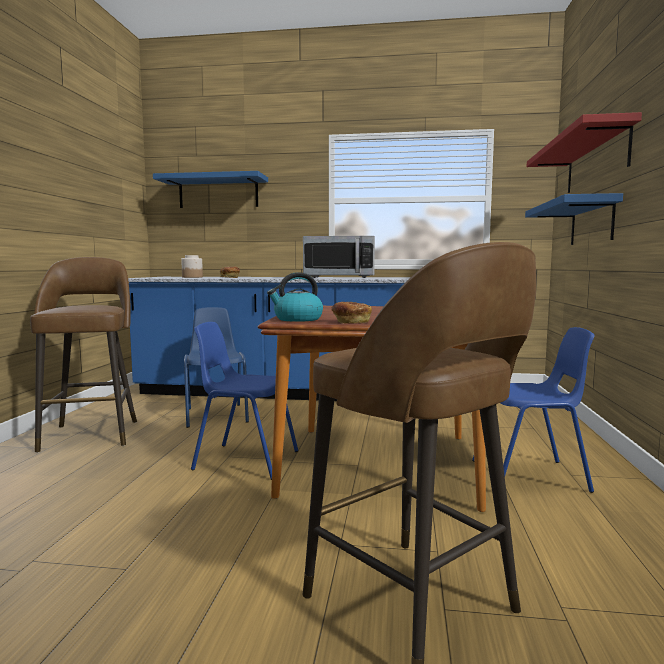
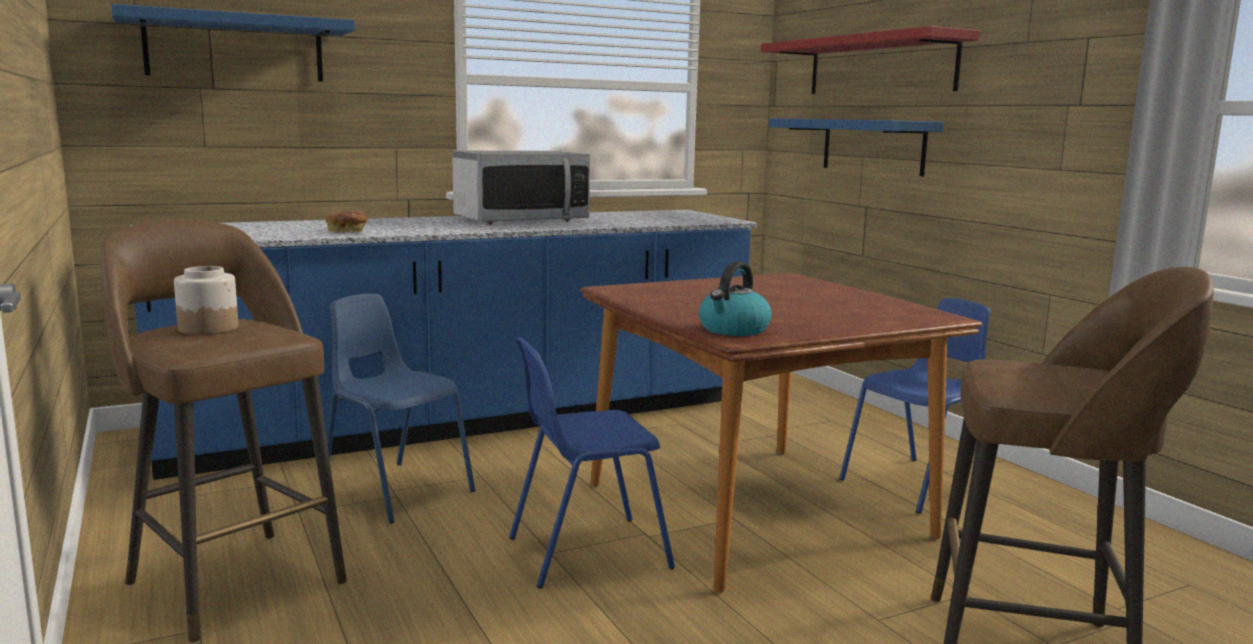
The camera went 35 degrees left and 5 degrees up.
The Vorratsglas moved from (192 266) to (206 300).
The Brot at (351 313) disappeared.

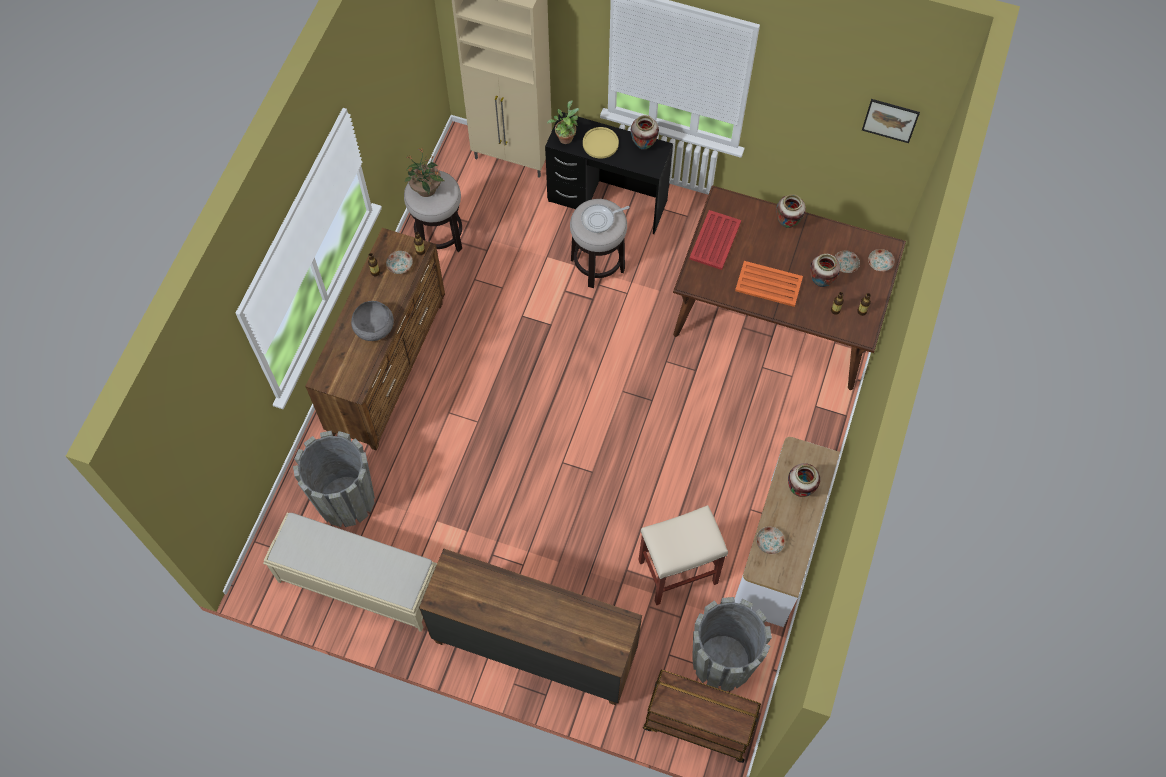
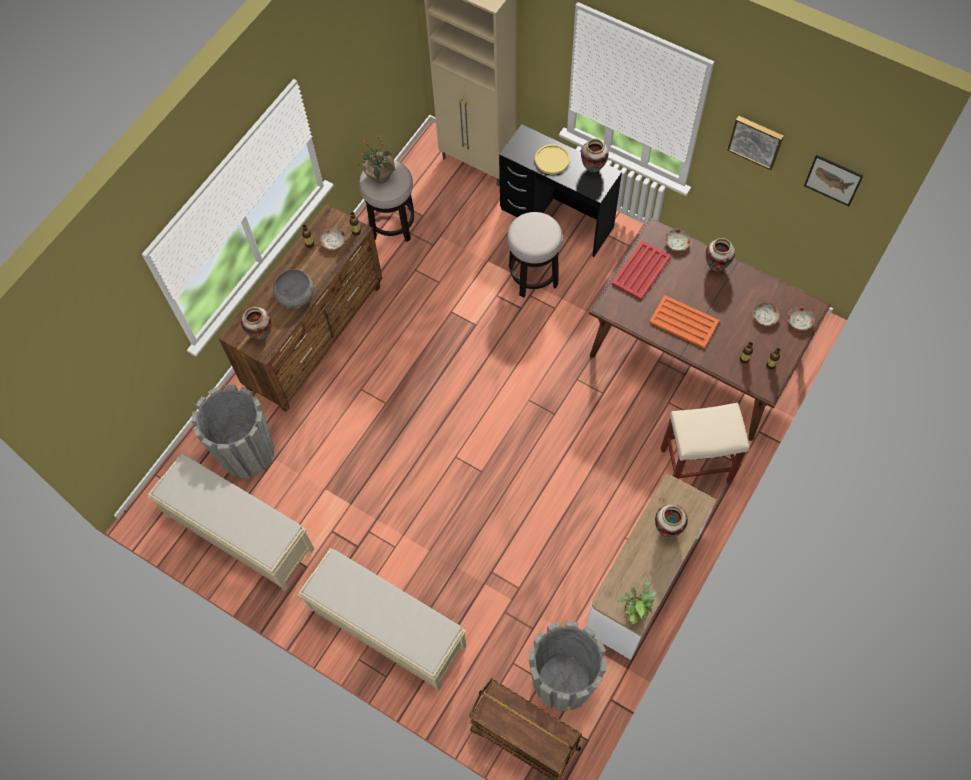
The camera went 15 degrees right and 0 degrees up.
The Topfpflanze moved from (563 122) to (636 603).
The Pfanne at (605 218) disappeared.
The Vase moved from (825 270) to (256 323).
The Hocker (beige) moved from (683 555) to (705 443).
The Teller moved from (770 540) to (678 240).
The Kommode (braun) at (530 627) was replaced by the Bank (beige) at (382 619).
The Bild at (755 143) appeared.

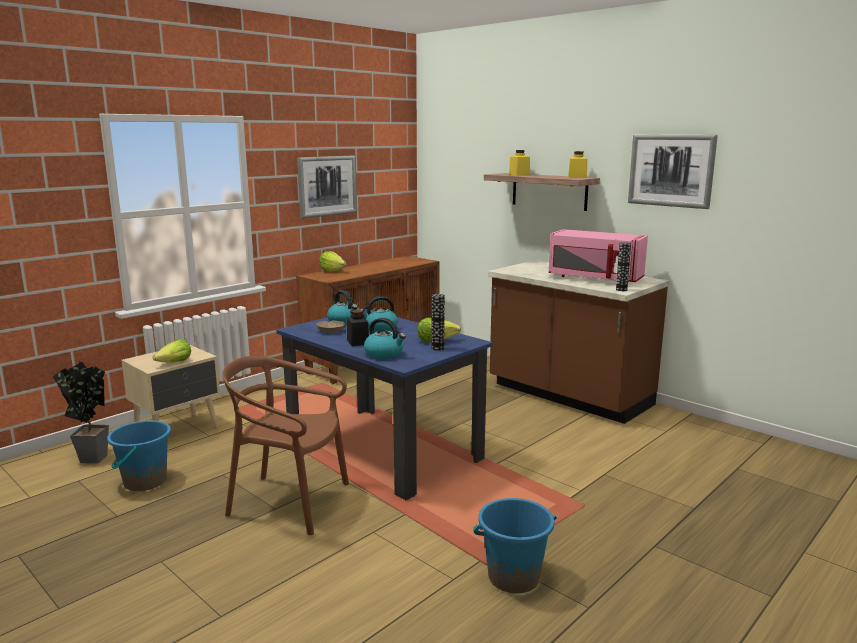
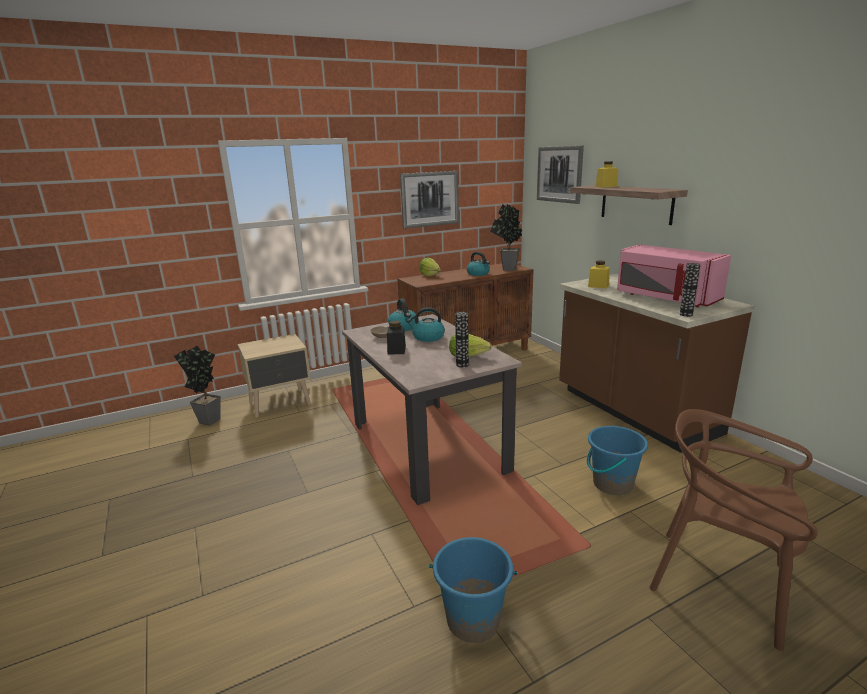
The camera went 20 degrees right and 5 degrees up.
The Bild moved from (673 172) to (560 175).
The Vorratsglas (gelb) moved from (577 164) to (599 275).
The Esstisch (blau) at (384 404) became the Esstisch (beige) at (432 409).
The Wasserkessel moved from (385 338) to (478 264).
The Salatkopf at (172 350) disappeared.
The Stuhl (braun) moved from (285 445) to (733 530).
The Eimer (blau) moved from (139 455) to (617 460).
The Topfpflanze at (506 237) appeared.

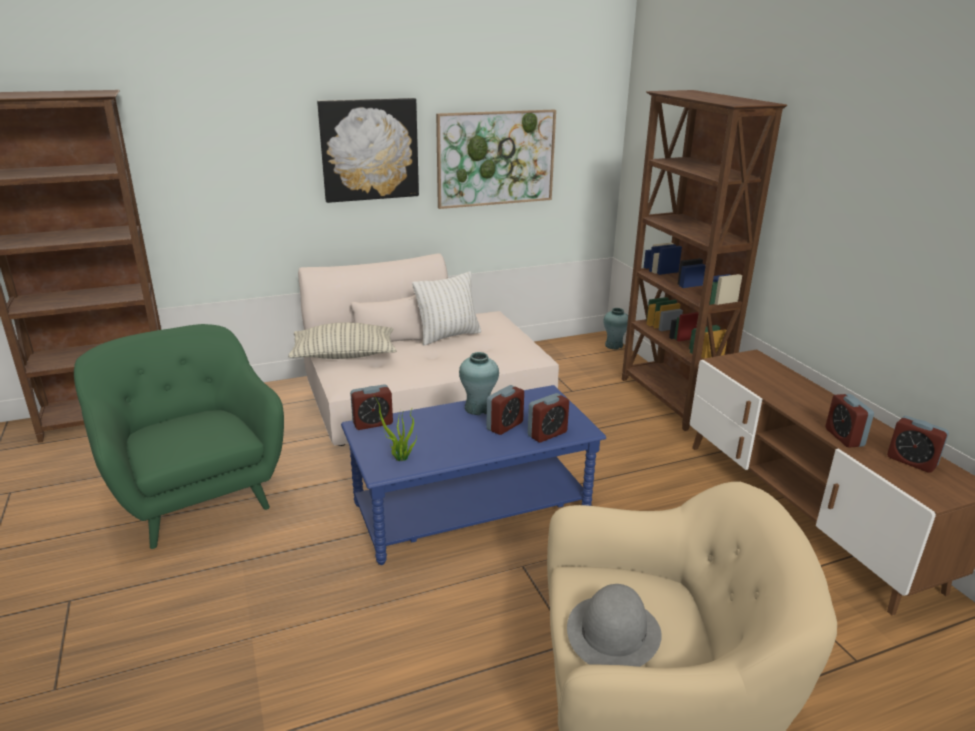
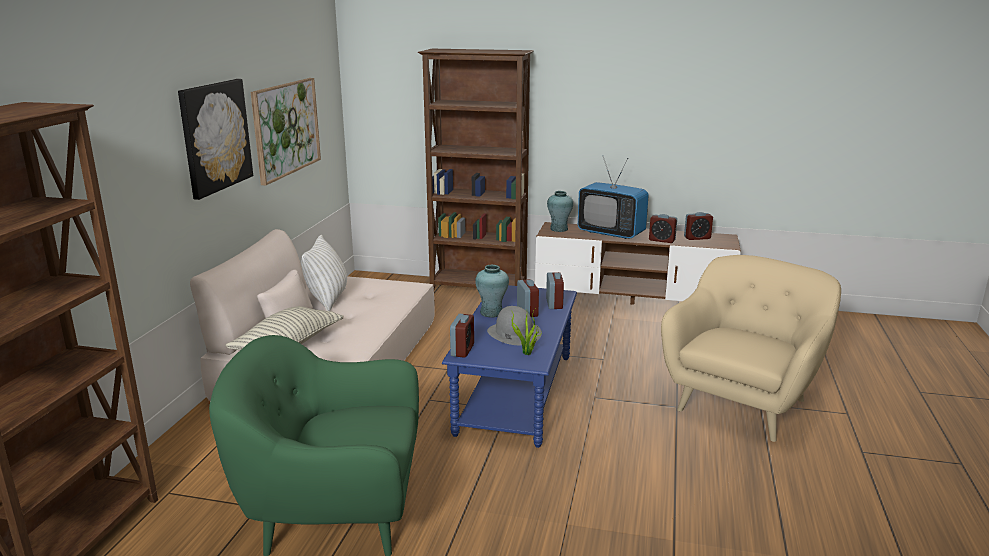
The camera went 55 degrees left and 5 degrees down.
The Vase (türkis) moved from (615 328) to (560 211).
The Hut (grau) moved from (614 625) to (514 325).
The Fernseher at (613 197) appeared.

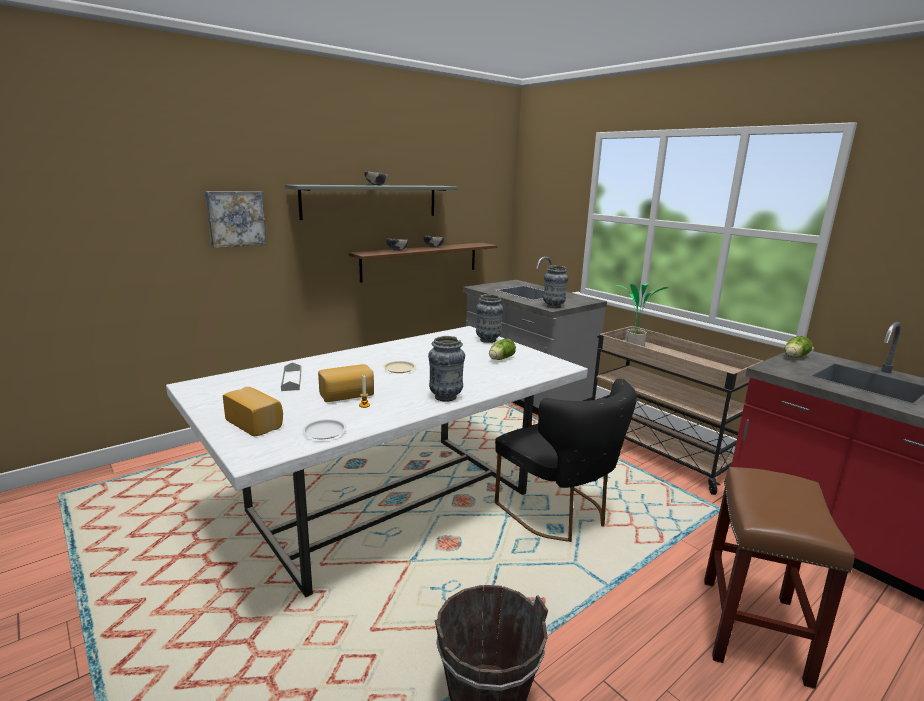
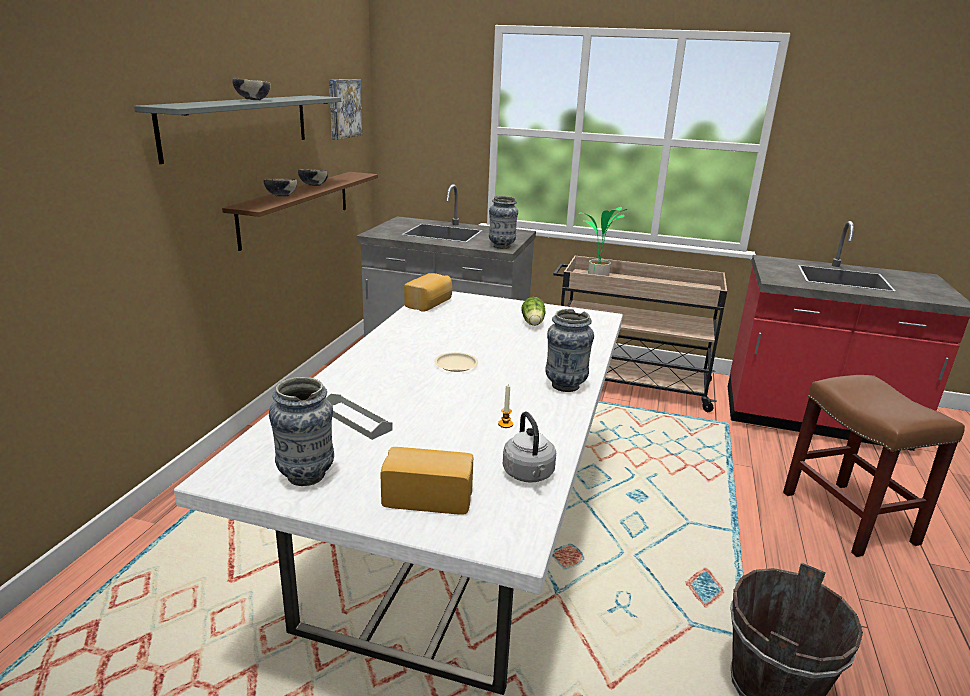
The camera went 35 degrees left and 5 degrees up.
The Bild moved from (236 219) to (346 109).
The Vase moved from (489 318) to (301 431).
The Salatkopf at (799 347) disappeared.
The Brot moved from (346 383) to (428 292).
The Stuhl (schwarz) at (566 460) disappeared.
The Teller (weiß) at (324 429) was replaced by the Wasserkessel (grau) at (529 447).

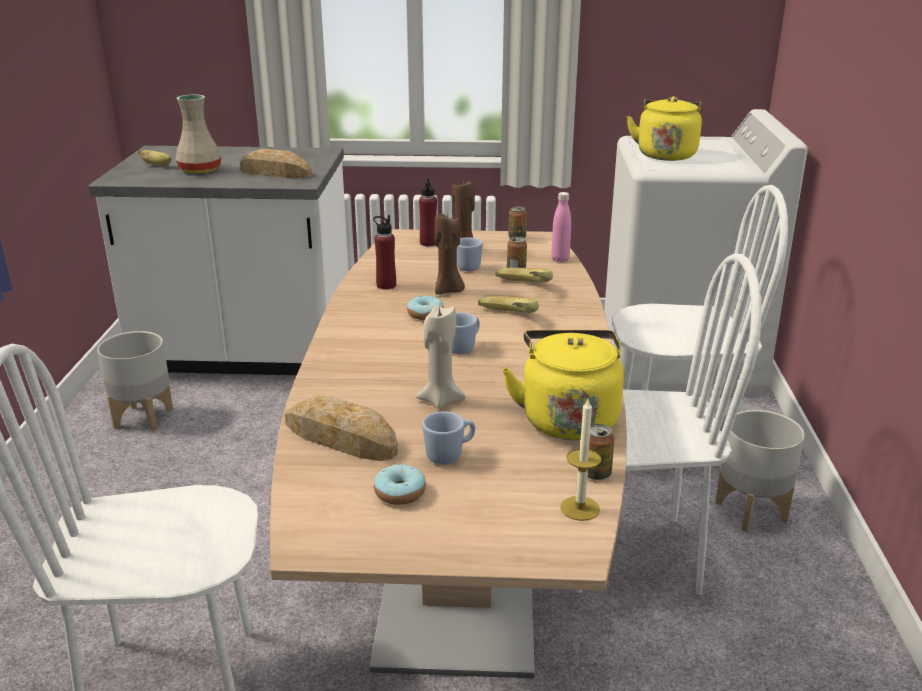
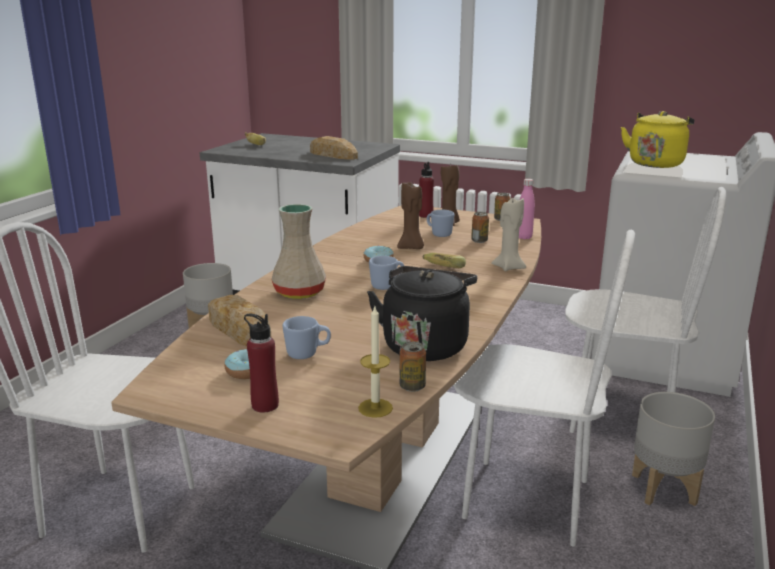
The camera went 20 degrees right and 5 degrees down.
The Vase (beige) moved from (198 134) to (298 251).
The Flasche (rot) moved from (384 252) to (261 363).
The Banane at (524 275) disappeared.
The Kerze (beige) moved from (441 357) to (508 234).
The Wasserkessel (gelb) at (563 385) became the Wasserkessel (schwarz) at (422 313).

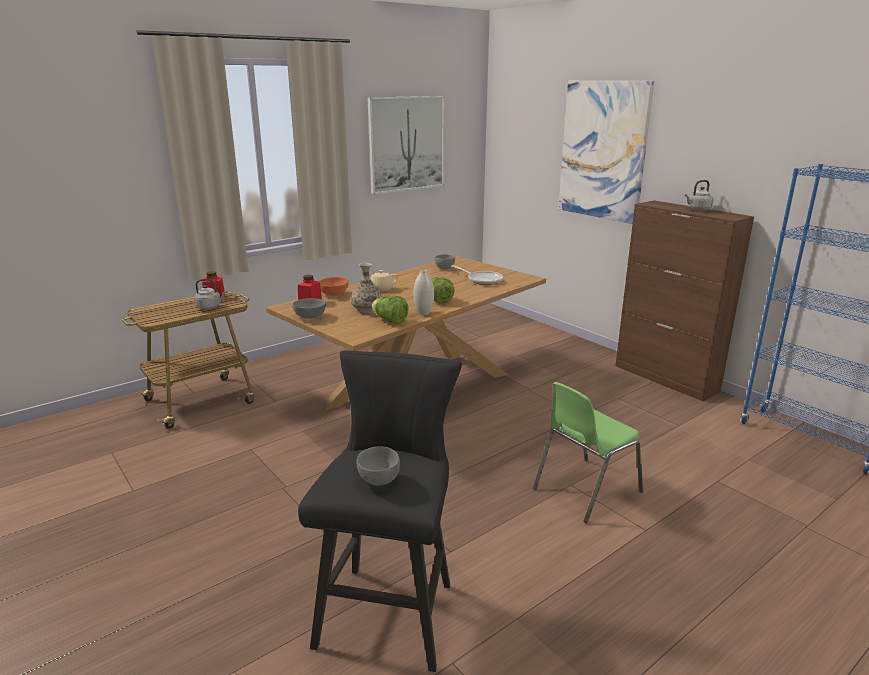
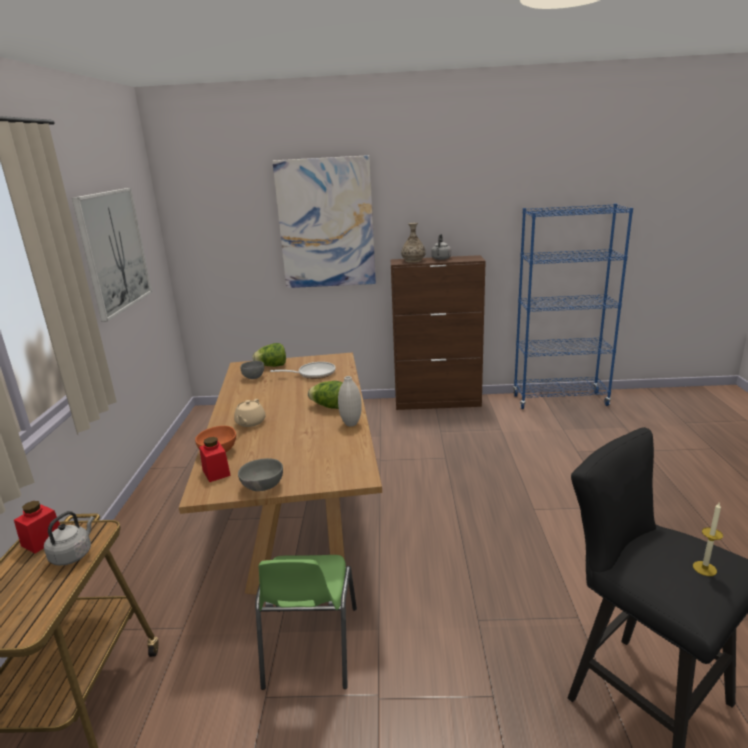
The camera went 50 degrees left and 0 degrees up.
The Vase moved from (366 288) to (413 243).
The Salatkopf moved from (390 310) to (269 355).
The Stuhl (grün) moved from (588 452) to (306 622).
The Schüssel (grau) at (378 466) was replaced by the Kerze at (708 539).

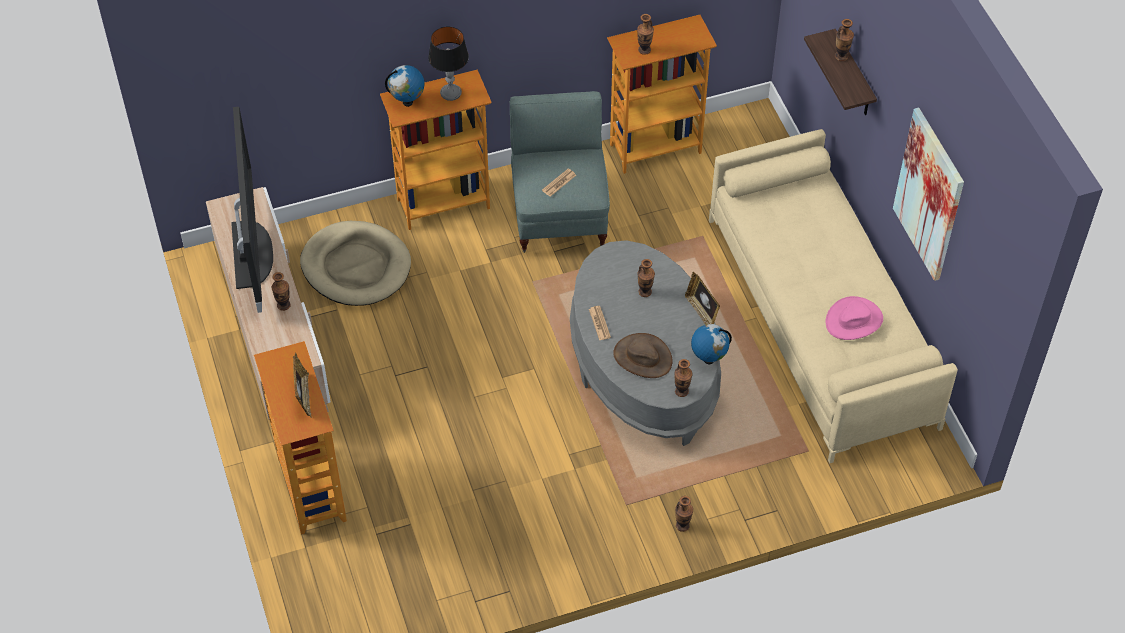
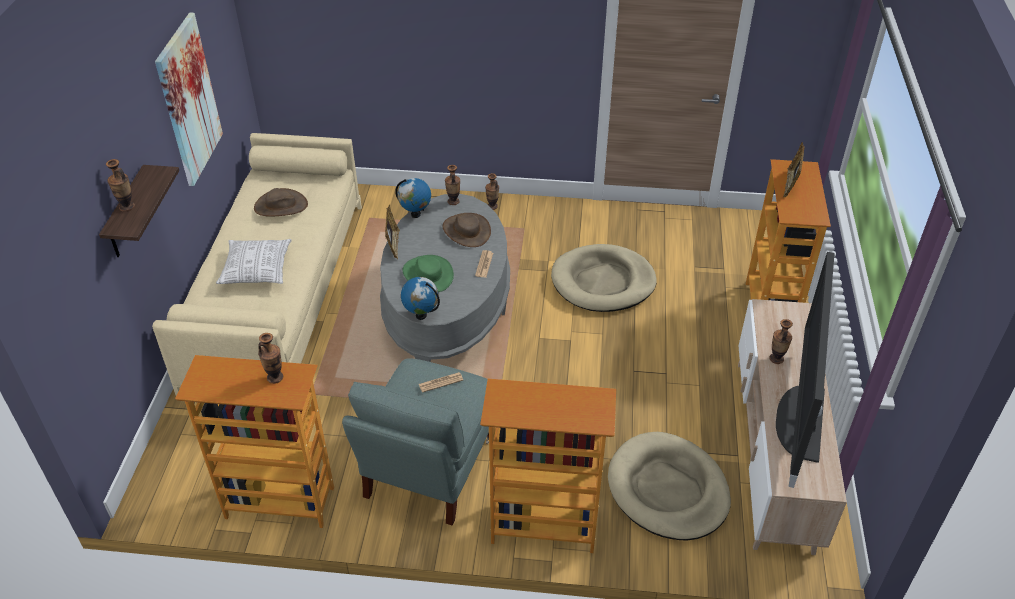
The camera went 155 degrees left and 10 degrees down.
The Tischlampe at (448 63) disappeared.
The Globus moved from (404 86) to (420 298).
The Vase at (646 278) was replaced by the Hut (grün) at (428 273).
The Hut (rosa) at (854 318) became the Hut (braun) at (281 202).
The Kissen at (254 261) appeared.
The Hundebett (beige) at (604 278) appeared.

